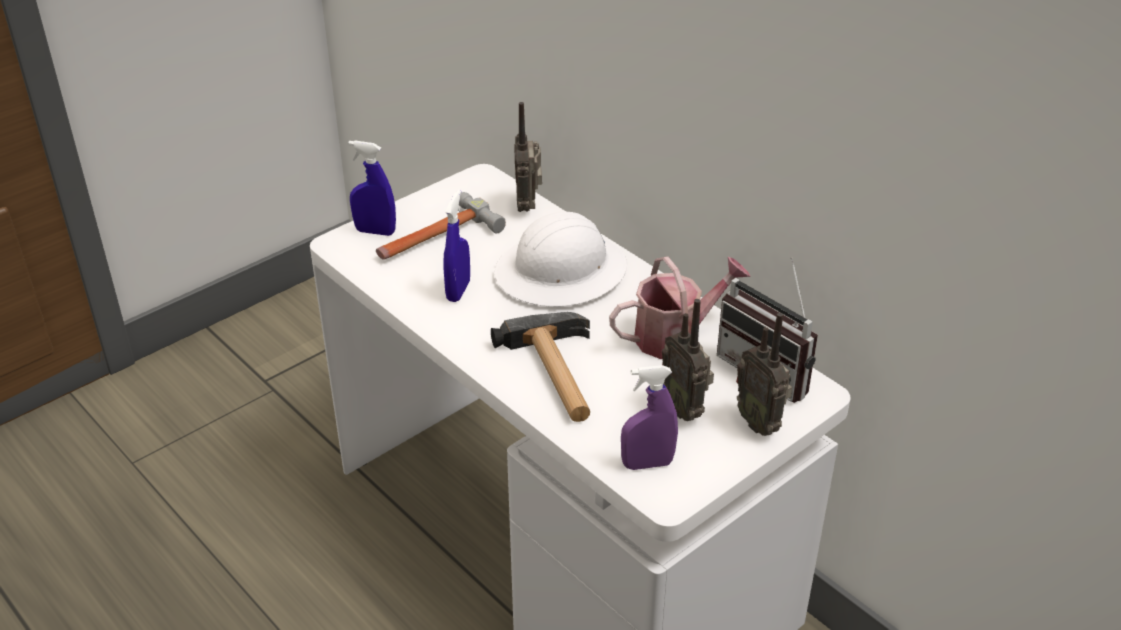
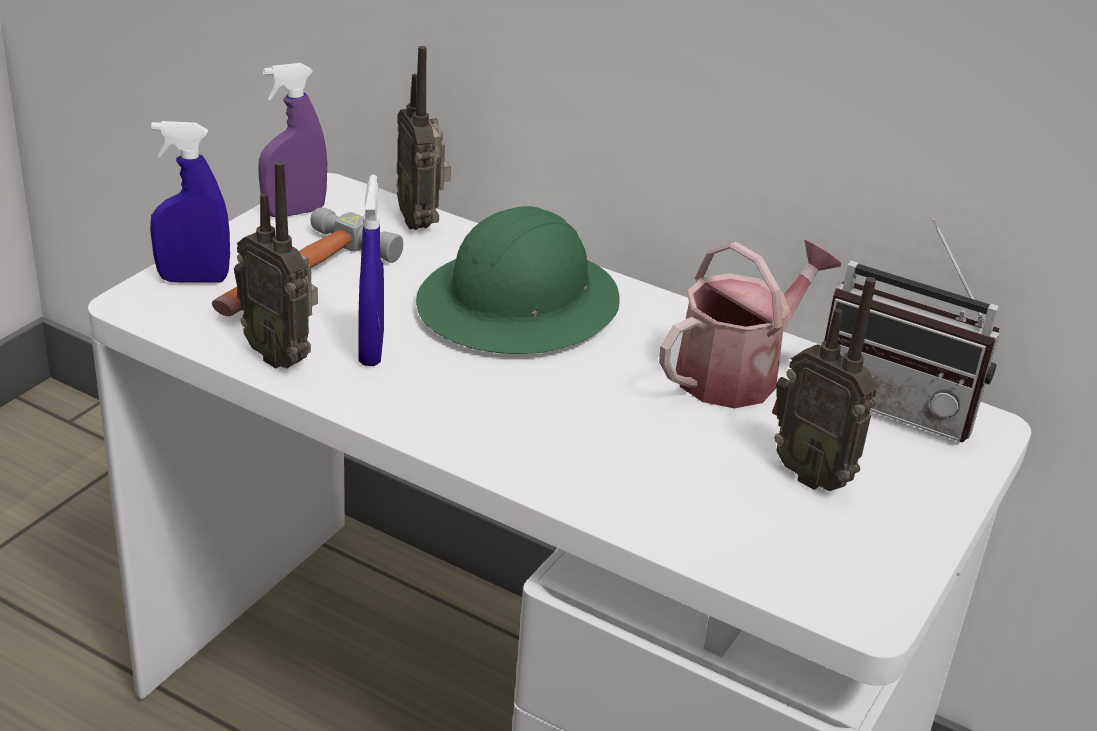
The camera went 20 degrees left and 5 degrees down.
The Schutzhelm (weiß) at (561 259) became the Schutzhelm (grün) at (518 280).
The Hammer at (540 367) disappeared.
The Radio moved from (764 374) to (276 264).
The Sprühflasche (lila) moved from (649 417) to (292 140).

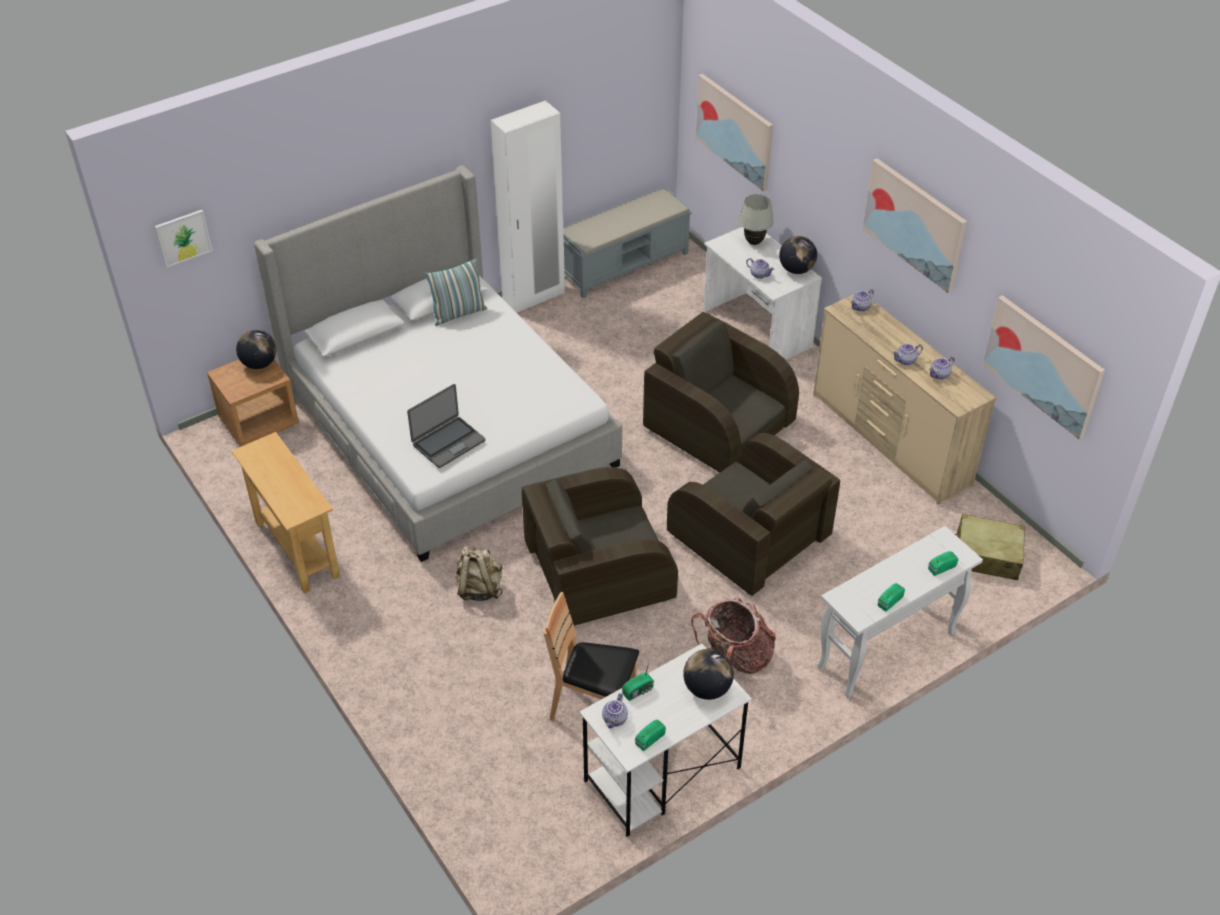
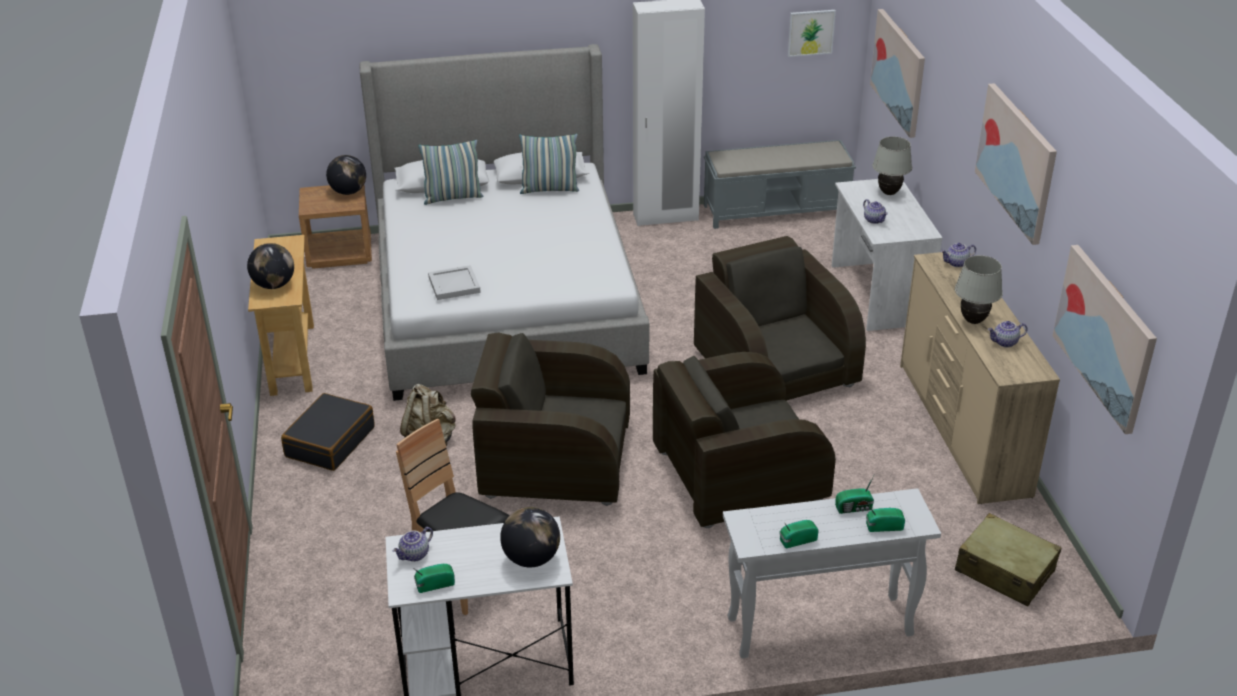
The camera went 25 degrees right and 10 degrees down.
The Bild moved from (184 238) to (812 33).
The Globus moved from (798 255) to (270 266).
The Teekanne at (907 354) was replaced by the Tischlampe (weiß) at (979 289).
The Laptop at (446 426) was replaced by the Tablett (weiß) at (454 282).
The Sessel (braun) at (753 514) turned 90 degrees clockwise.
The Rucksack at (733 635) disappeared.
The Radio moved from (638 680) to (854 495).
The Kissen at (451 172) appeared.
The Koffer (schwarz) at (327 432) appeared.

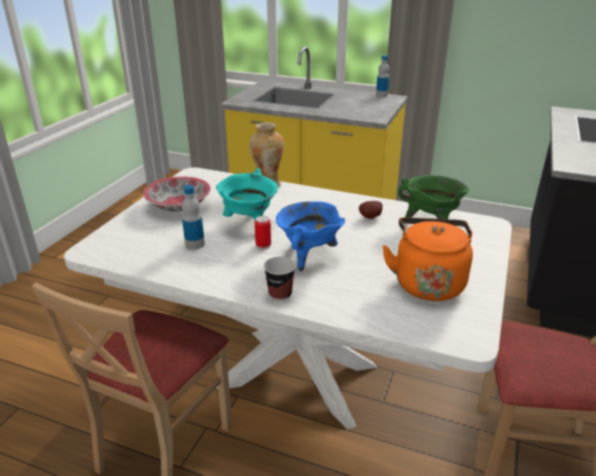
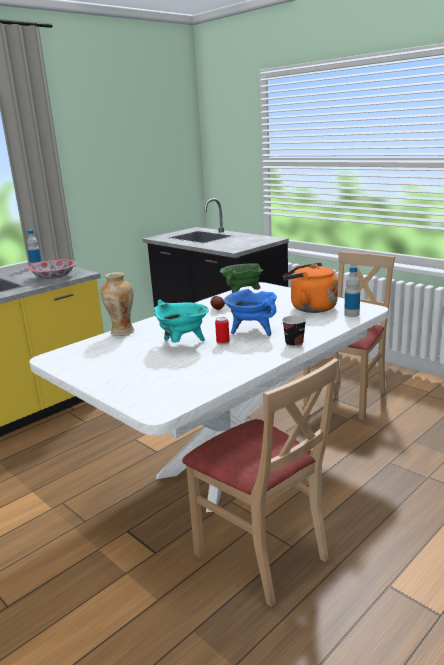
The camera went 65 degrees left and 10 degrees down.
The Schüssel moved from (177 194) to (52 269).
The Flasche moved from (193 217) to (352 291).

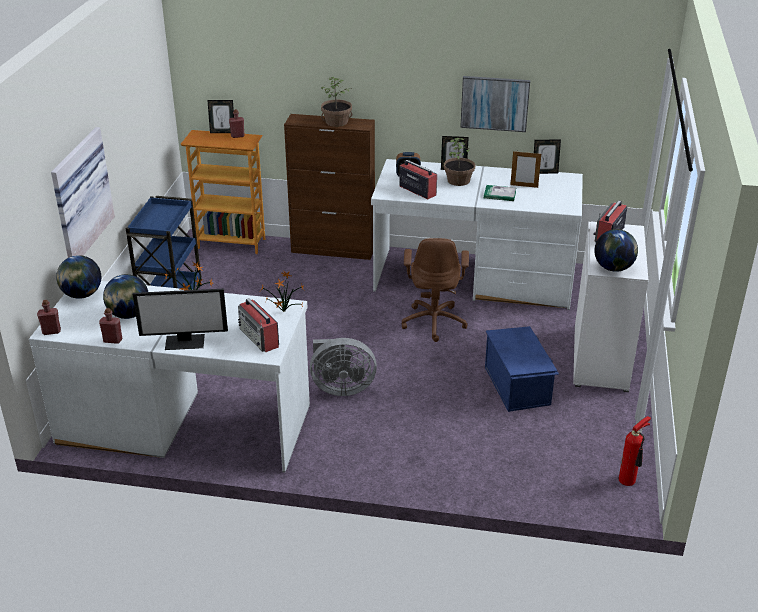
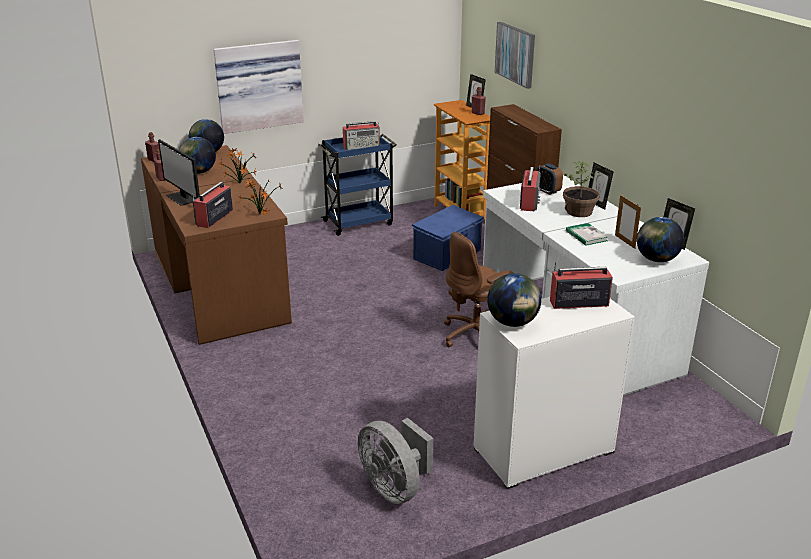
The camera went 55 degrees right and 5 degrees down.
The Bild moved from (495 104) to (515 55).
The Topfpflanze at (336 102) disappeared.
The Schreibtisch (weiß) at (169 376) became the Schreibtisch (braun) at (216 245).
The Aufbewahrungsbox (blau) moved from (522 369) to (448 238).
The Ventilator (grau) moved from (343 367) to (395 461).
The Feuerlöscher at (635 451) disappeared.
The Radio at (361 135) appeared.
The Globus at (660 239) appeared.

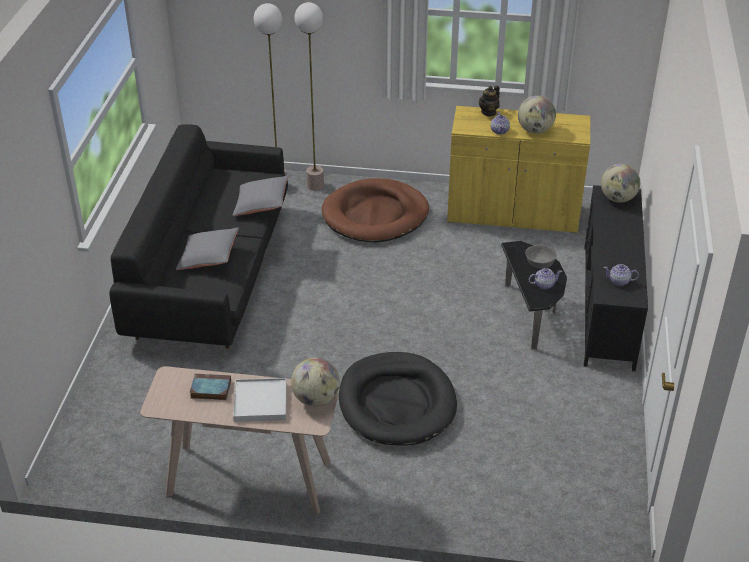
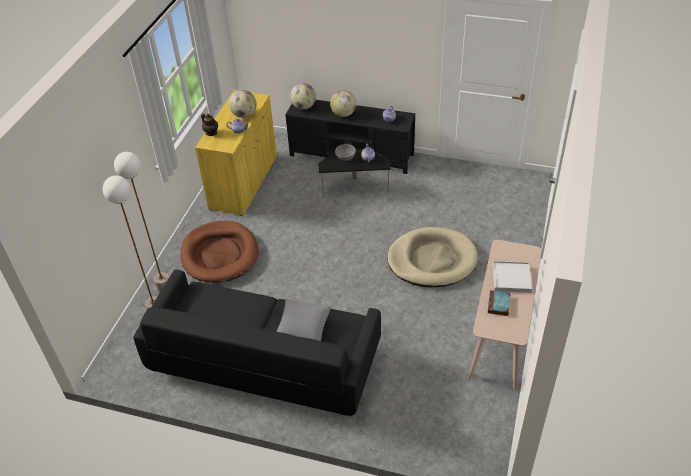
The camera went 80 degrees left and 5 degrees up.
The Kissen (grau) at (260 195) disappeared.
The Hundebett (schwarz) at (398 398) became the Hundebett (beige) at (432 257).
The Globus moved from (315 382) to (343 103).

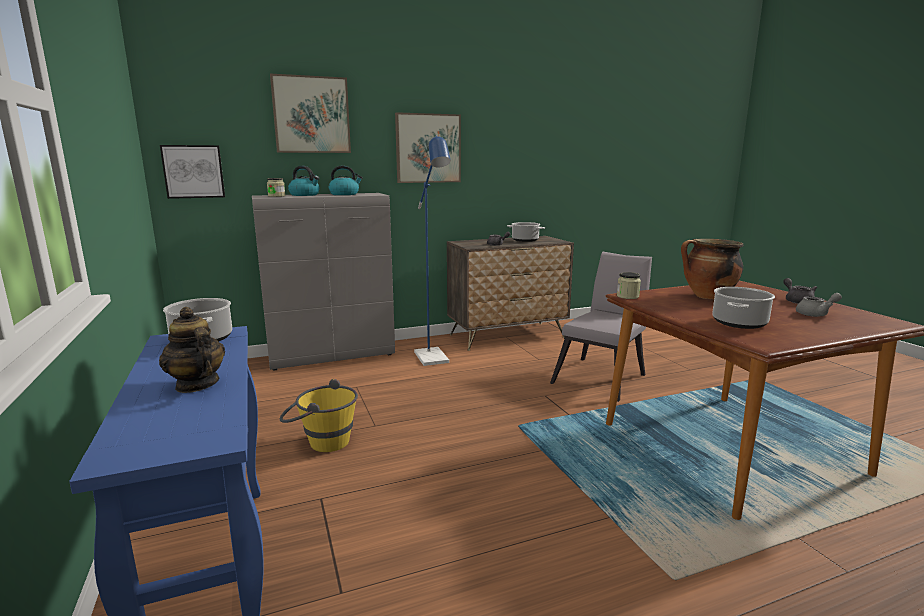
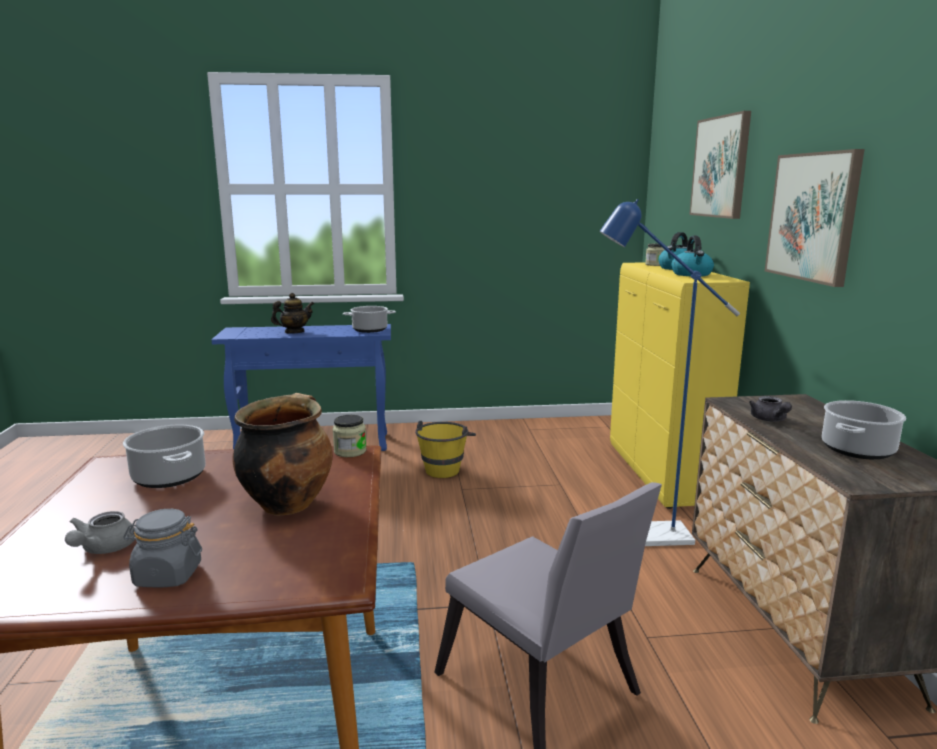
The camera went 105 degrees right and 0 degrees up.
The Bild at (192 172) disappeared.
The Schrank (grau) at (323 282) became the Schrank (gelb) at (680 386).
The Teekanne (grau) at (800 291) was replaced by the Vorratsglas (grau) at (162 548).

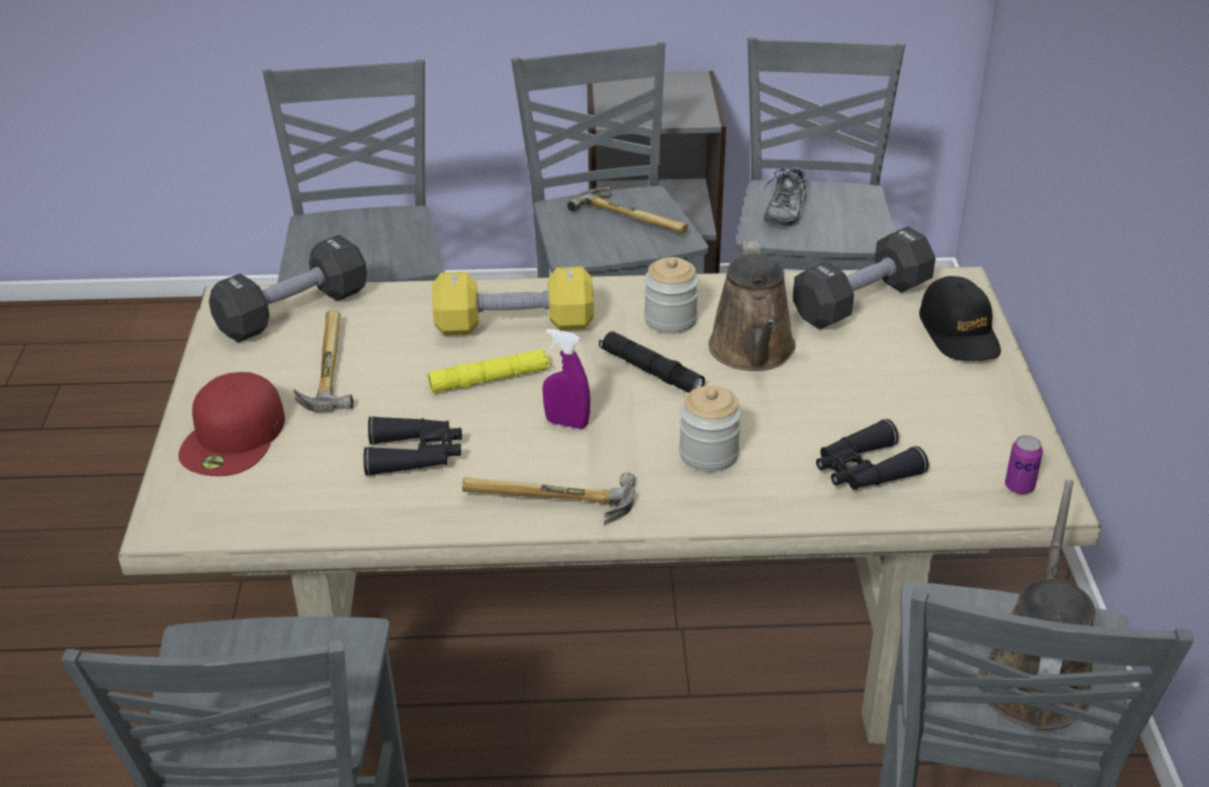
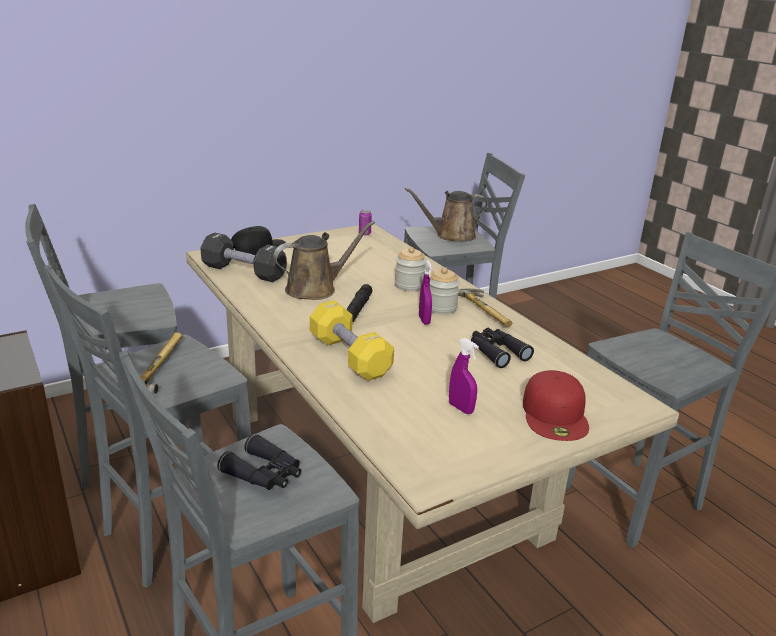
The camera went 120 degrees left and 10 degrees down.
The Schuh at (787 195) disappeared.
The Hantel (schwarz) at (288 288) disappeared.
The Vorratsglas moved from (671 295) to (445 291).
The Hammer at (323 361) was replaced by the Sprühflasche (lila) at (464 376).
The Taschenlampe (gelb) at (489 371) disappeared.
The Kappe (rot) at (231 424) turned 105 degrees clockwise.
The Fernglas (schwarz) moved from (872 454) to (259 462).

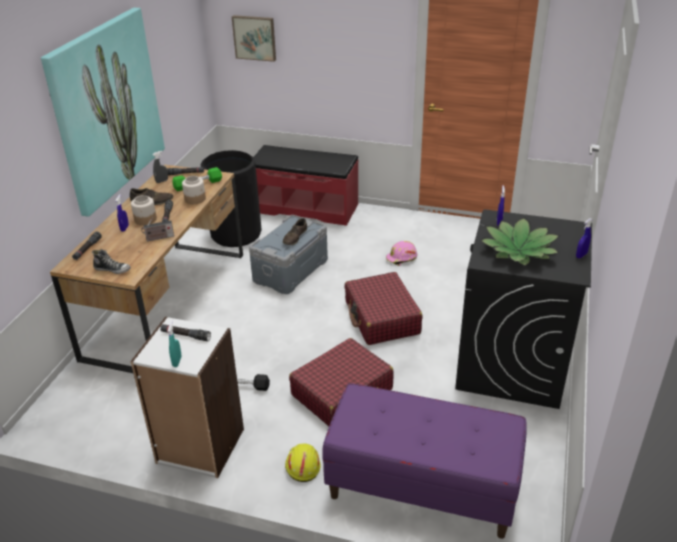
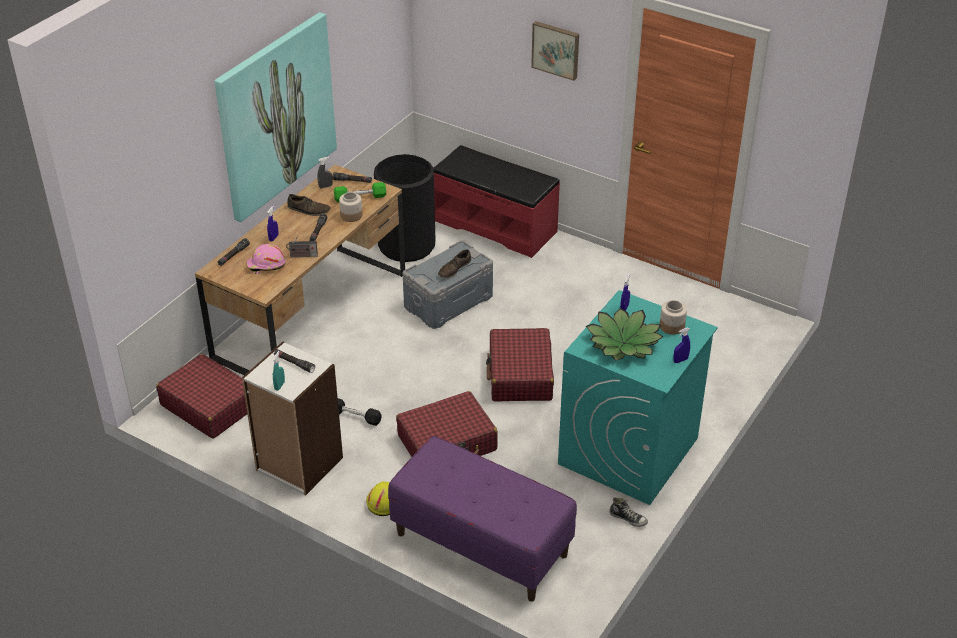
The camera went 15 degrees right and 5 degrees up.
The Bild moved from (254 38) to (555 51).
The Vorratsglas moved from (144 210) to (673 317).
The Waschmaschine (schwarz) at (523 309) became the Waschmaschine (türkis) at (638 397).
The Schutzhelm (rosa) moved from (401 253) to (266 259).
The Schuh moved from (111 261) to (628 512).
The Koffer (rot) at (201 396) appeared.

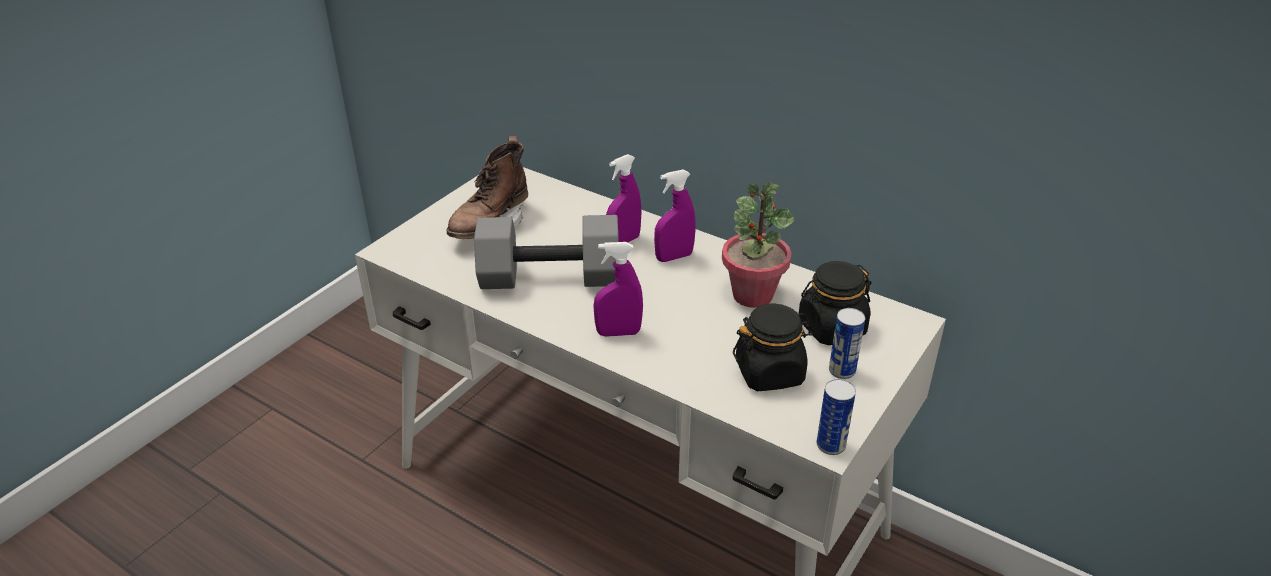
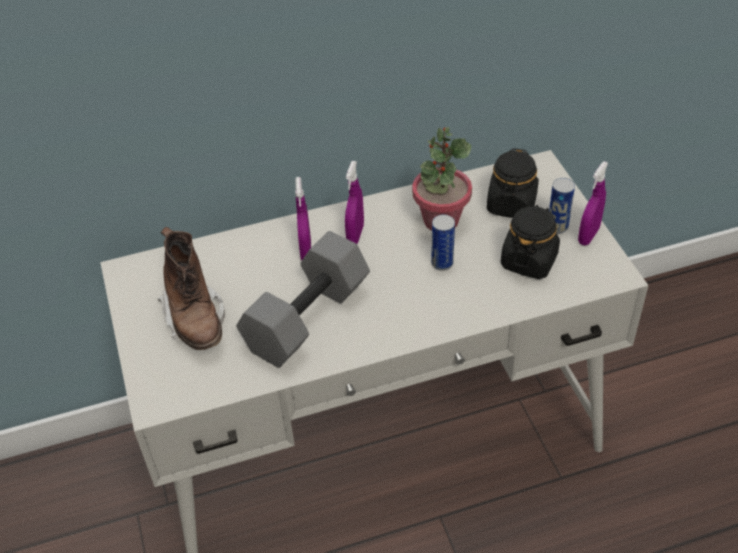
The camera went 50 degrees left and 10 degrees up.
The Sprühflasche (lila) moved from (618 289) to (593 203).
The Dose moved from (836 417) to (443 242).

